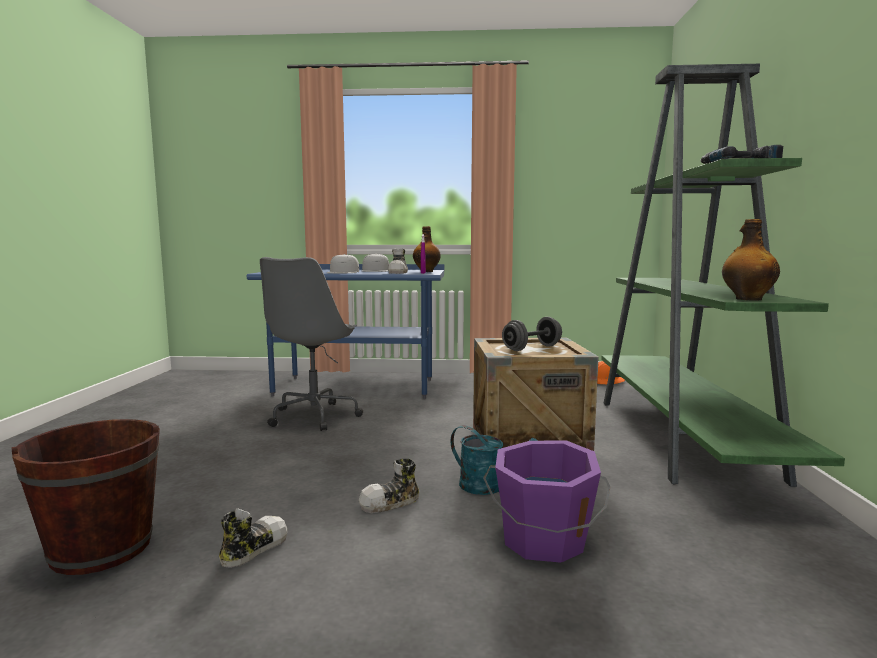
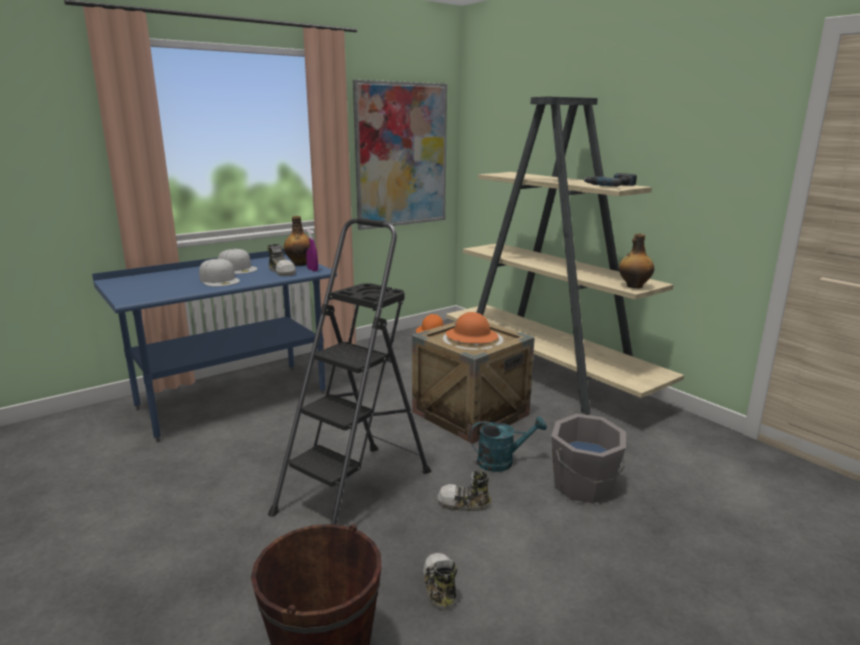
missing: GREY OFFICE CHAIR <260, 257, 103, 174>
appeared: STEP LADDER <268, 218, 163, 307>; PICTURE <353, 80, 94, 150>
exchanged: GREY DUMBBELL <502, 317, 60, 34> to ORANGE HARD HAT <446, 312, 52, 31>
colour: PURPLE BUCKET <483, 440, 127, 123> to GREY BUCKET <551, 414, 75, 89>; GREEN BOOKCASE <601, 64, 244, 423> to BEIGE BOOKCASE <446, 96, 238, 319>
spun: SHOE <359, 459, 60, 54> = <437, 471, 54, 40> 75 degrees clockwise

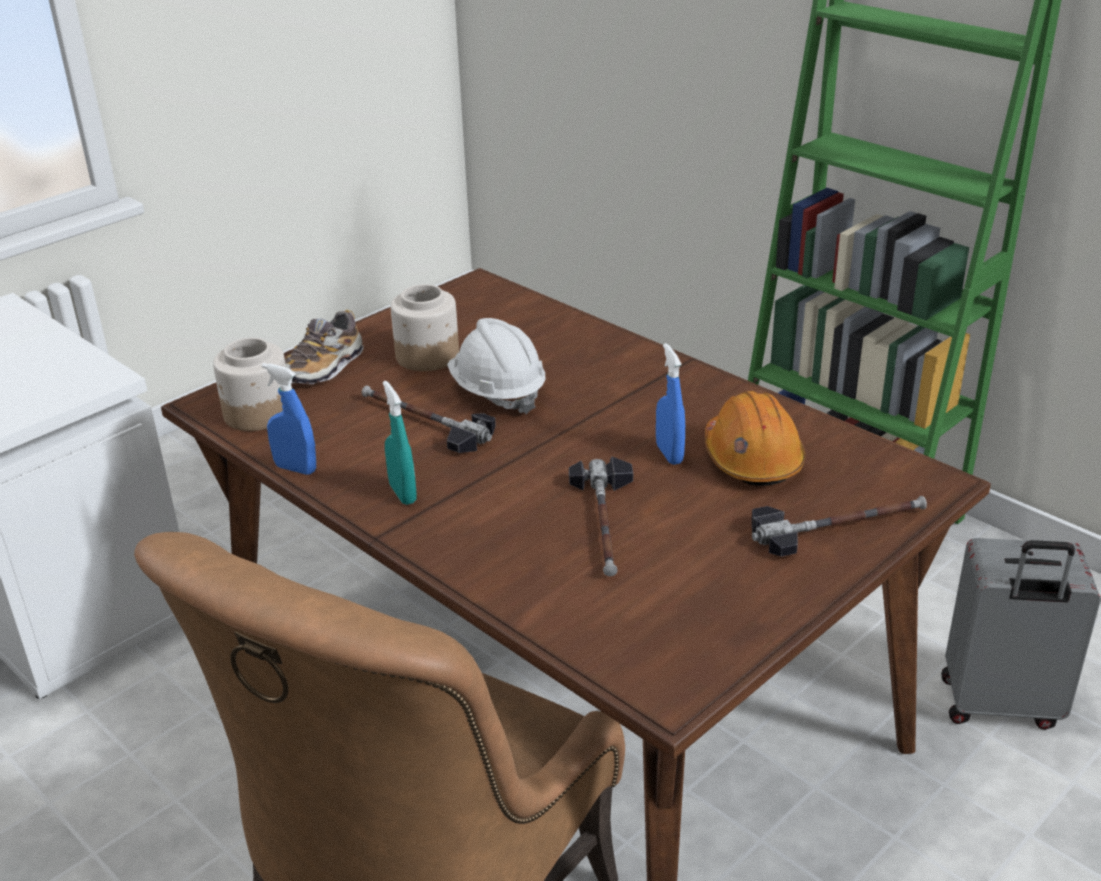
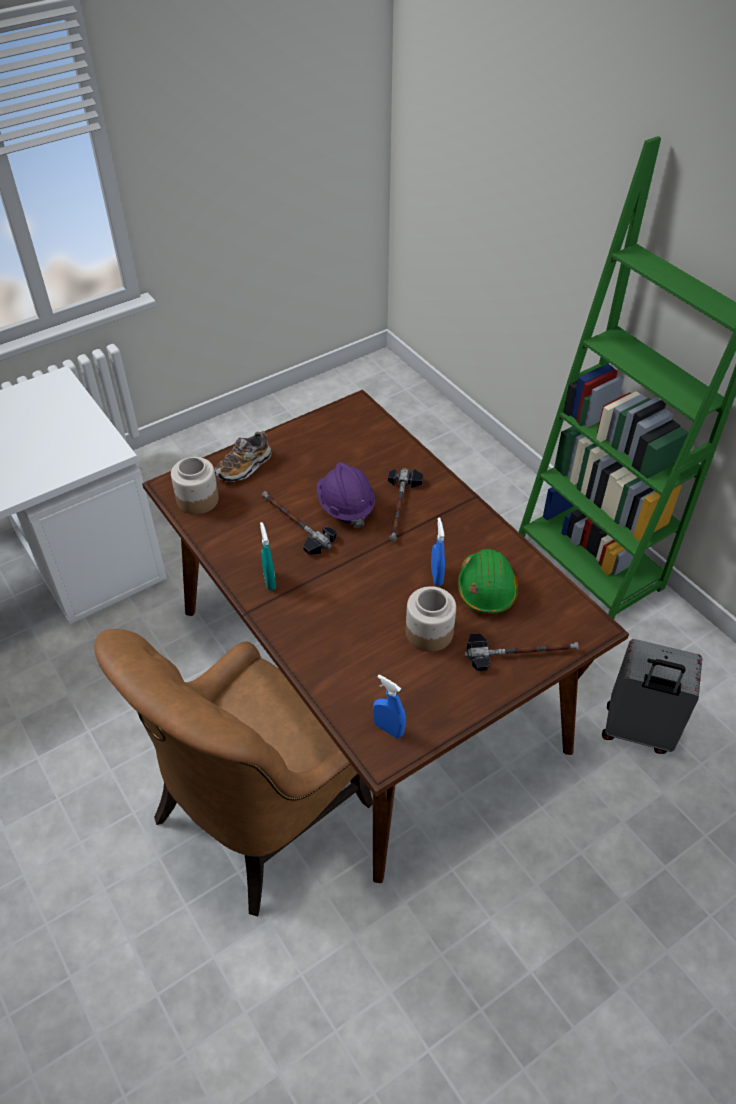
relocated: BLUE SPRAY BOTTLE <262, 363, 54, 112> to <373, 675, 33, 63>; JAR <391, 284, 68, 87> to <406, 586, 50, 66>; HAMMER <569, 456, 64, 120> to <388, 468, 36, 73>
colour: WHITE HARD HAT <447, 318, 98, 96> to PURPLE HARD HAT <317, 462, 58, 66>; ORANGE HARD HAT <705, 391, 101, 95> to GREEN HARD HAT <458, 549, 60, 65>

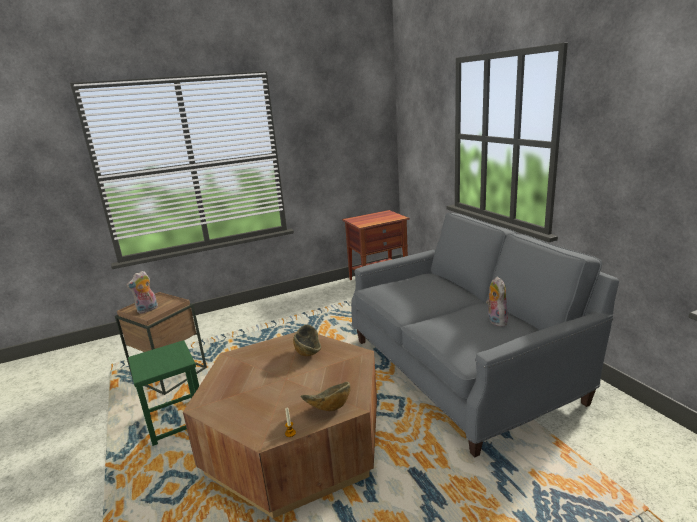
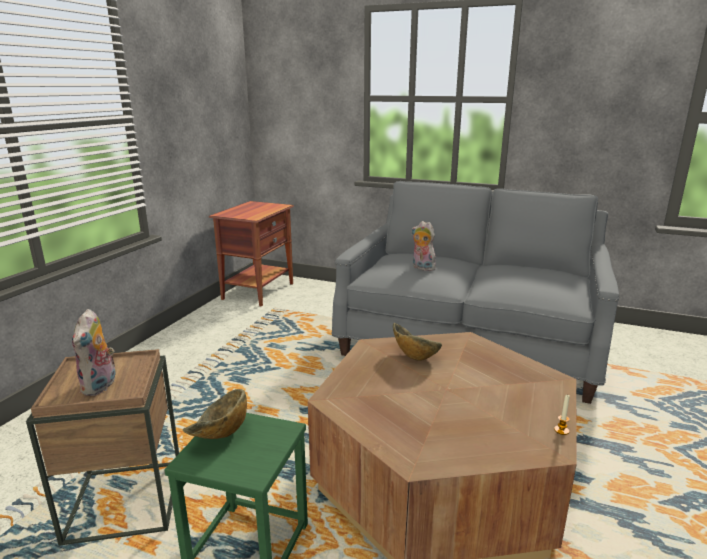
relocated: BOWL <301, 382, 50, 29> to <183, 389, 64, 50>; PLUSH TOY <486, 276, 22, 50> to <412, 221, 25, 50>

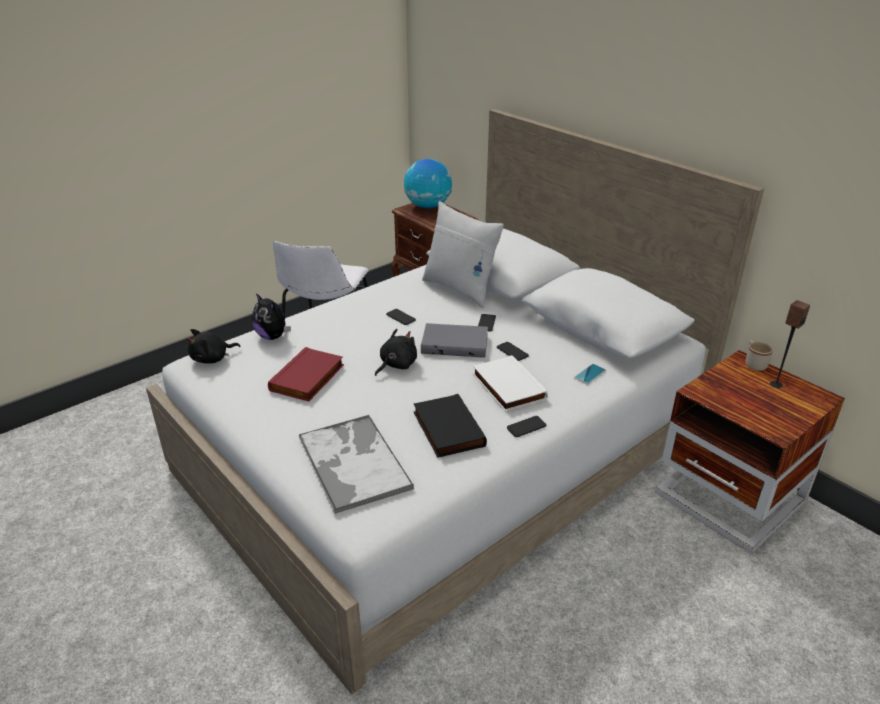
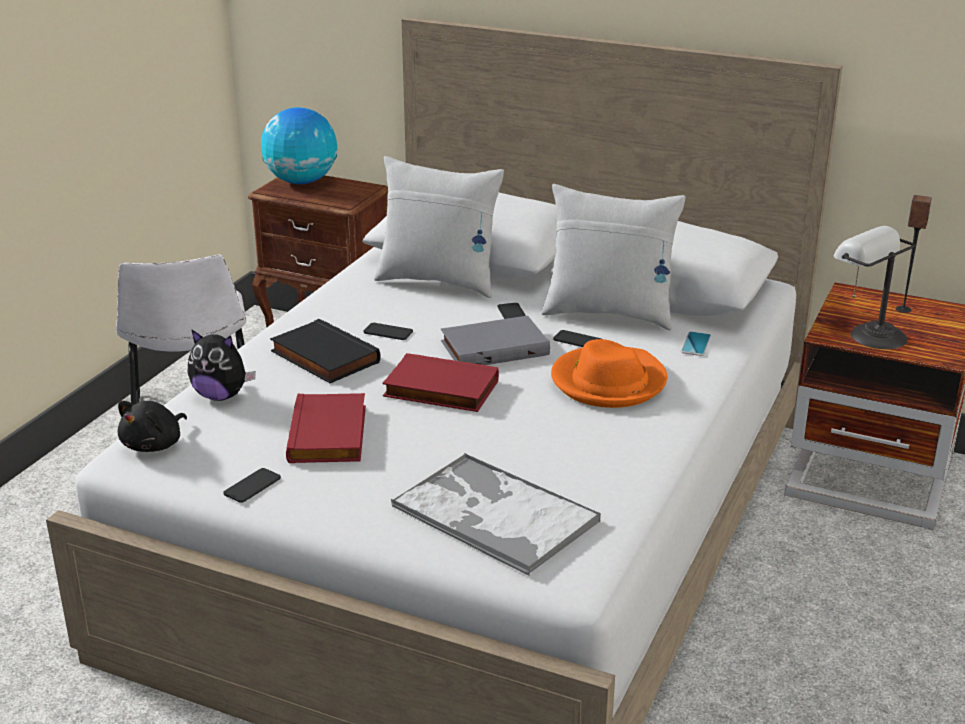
missing: BEIGE MUG <745, 341, 28, 30>
appeared: GREY PILLOW <541, 184, 144, 146>; TABLE LAMP <834, 226, 82, 123>
relocated: BLACK BOOK <413, 394, 74, 64> to <270, 319, 110, 64>; PHONE <507, 416, 39, 21> to <223, 468, 58, 35>
exchanged: BLACK PLUSH TOY <375, 329, 42, 47> to RED BOOK <382, 353, 117, 59>; WHITE BOOK <473, 355, 75, 57> to ORANGE HAT <551, 339, 116, 69>

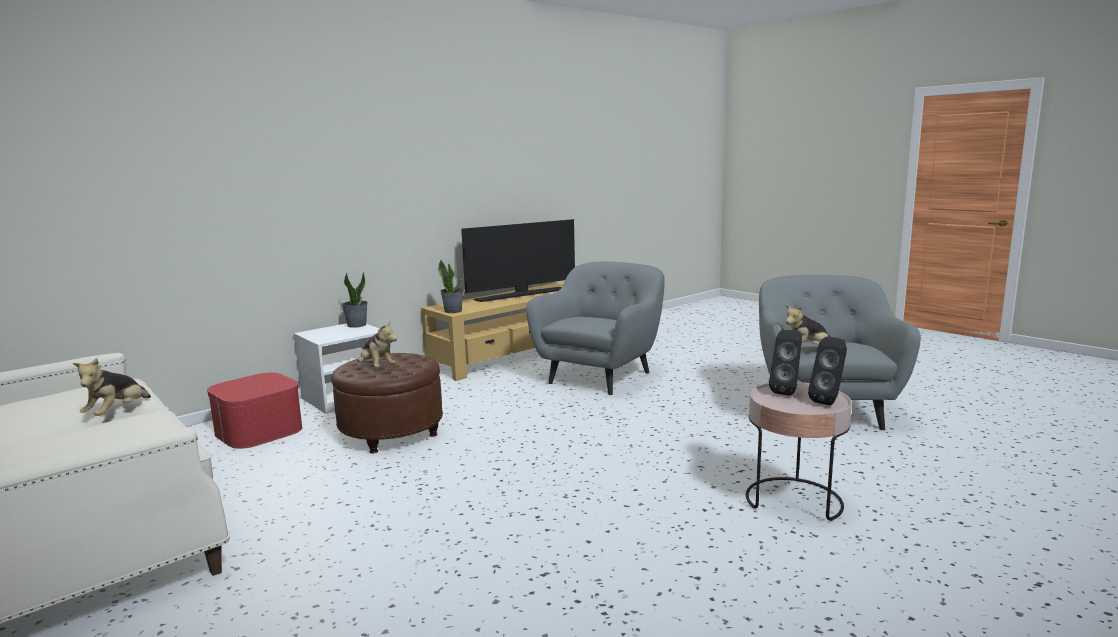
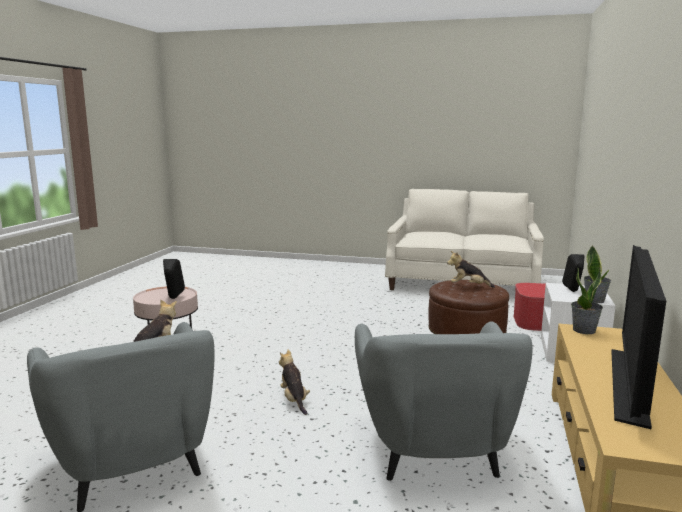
relocated: PLUSH TOY <73, 358, 78, 58> to <279, 349, 31, 66>; BLACK SPEAKER <808, 337, 39, 68> to <562, 254, 22, 38>

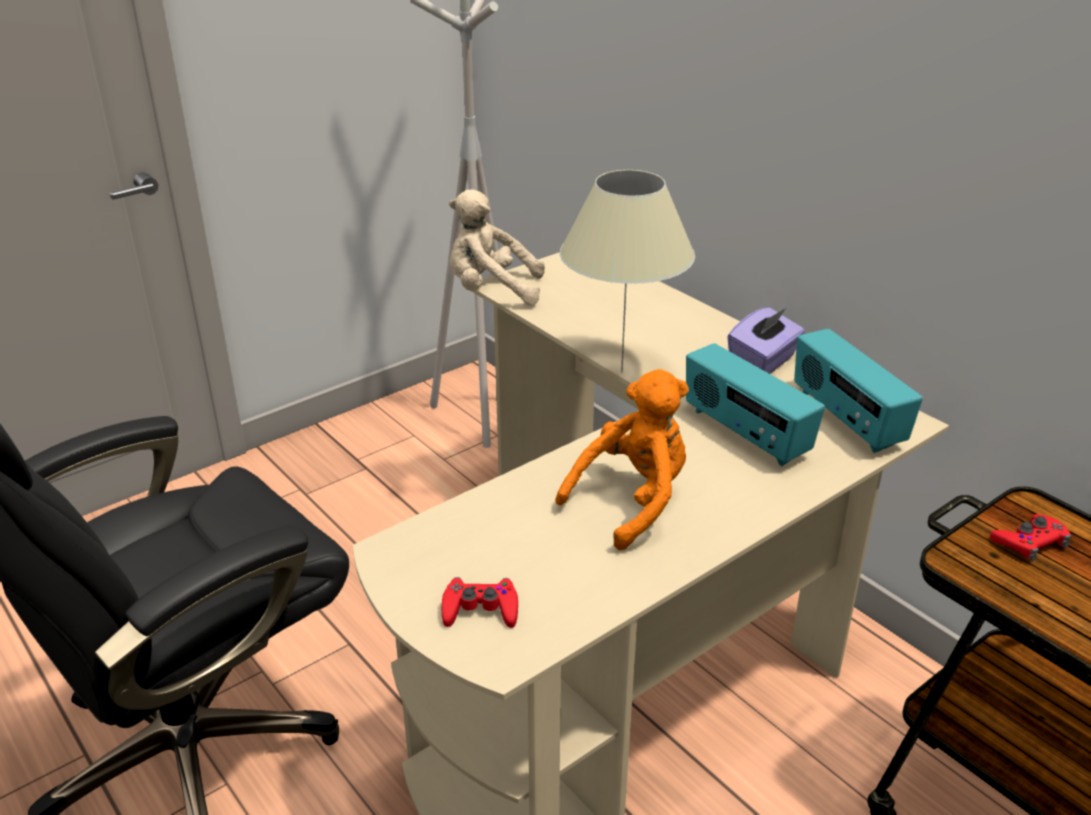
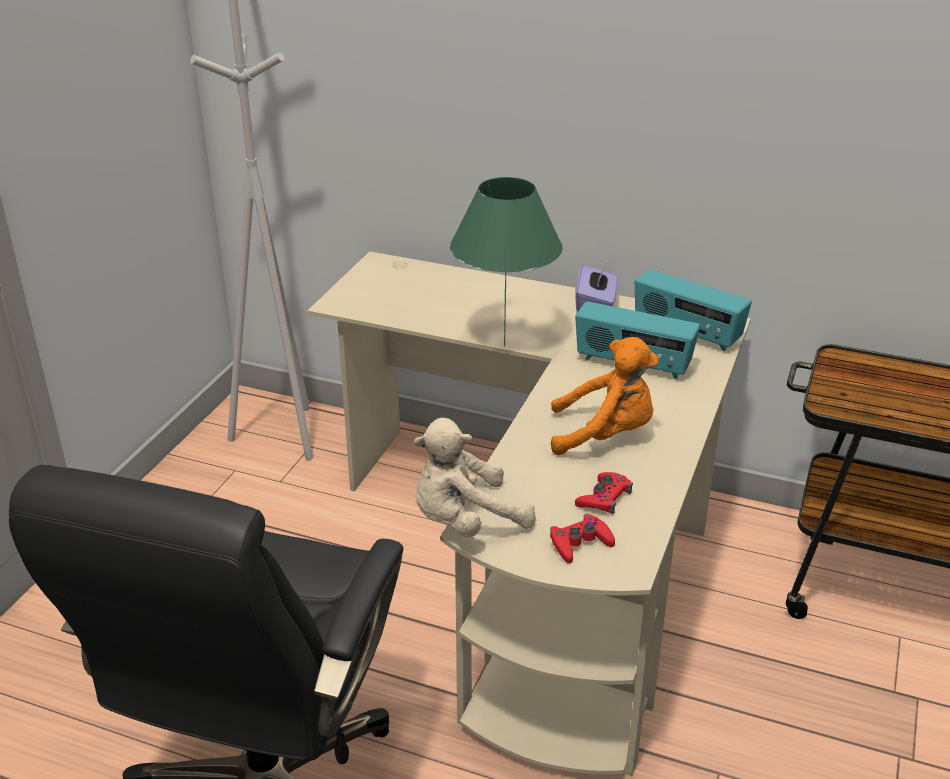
relocated: BEIGE PLUSH TOY <449, 189, 96, 116> to <413, 418, 123, 120>; RED GAME CONTROLLER <990, 514, 82, 48> to <575, 472, 58, 42>
colour: BEIGE TABLE LAMP <560, 170, 135, 203> to GREEN TABLE LAMP <450, 177, 113, 169>
spun: ORANGE PLUSH TOY <555, 369, 134, 181> = <551, 337, 108, 119> 75 degrees clockwise

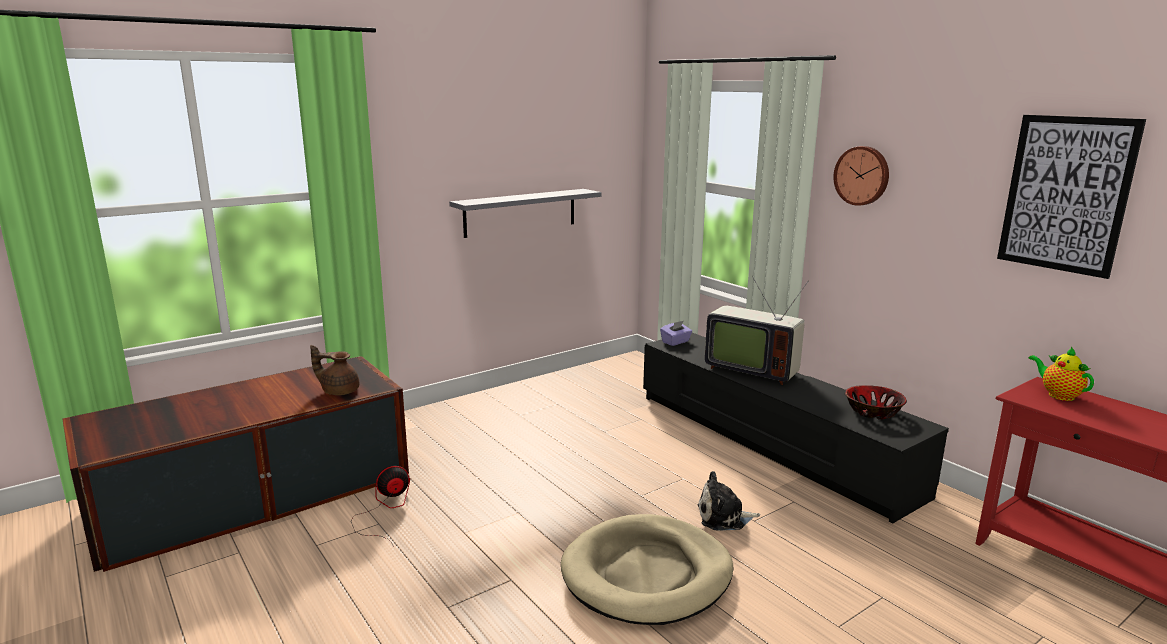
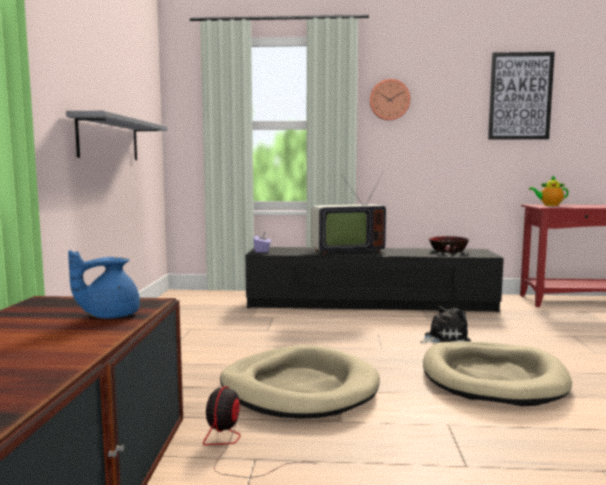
appeared: BEIGE DOG BED <220, 345, 160, 74>
colour: BROWN TEAPOT <310, 345, 49, 50> to BLUE TEAPOT <68, 250, 72, 69>
spun: PLUSH TOY <698, 471, 62, 60> = <420, 306, 51, 38> 150 degrees counterclockwise

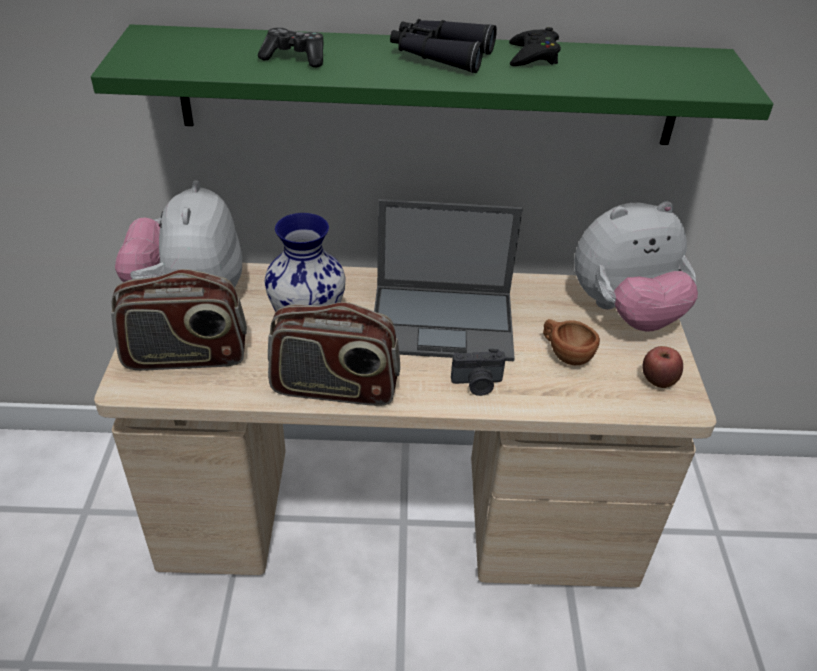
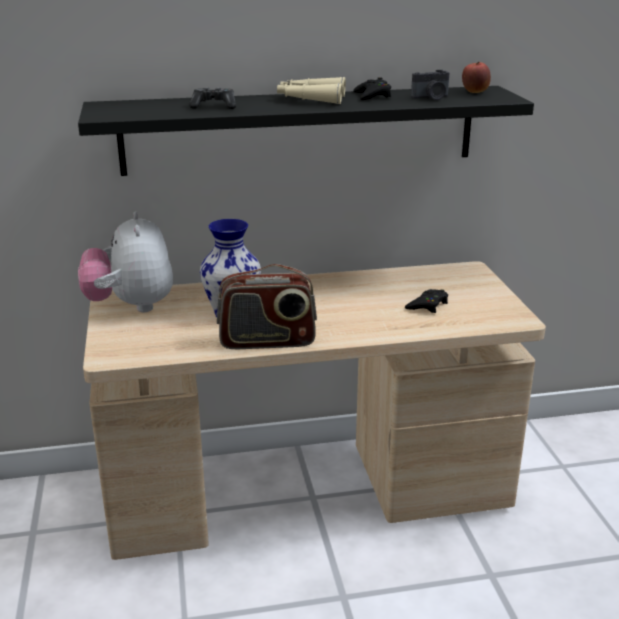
missing: RADIO <111, 269, 136, 101>; LAPTOP <374, 199, 149, 162>; PLUSH TOY <574, 201, 124, 131>
relocated: PHOTO CAMERA <451, 349, 55, 47> to <411, 70, 38, 30>; APPLE <642, 346, 41, 42> to <462, 62, 29, 31>
exchanged: BROWN CUP <543, 319, 57, 46> to BLACK GAME CONTROLLER <405, 289, 43, 24>
colour: GREEN SHELF <91, 24, 682, 121> to BLACK SHELF <78, 86, 456, 90>; BLACK BINOCULARS <390, 19, 107, 54> to BEIGE BINOCULARS <277, 77, 69, 27>

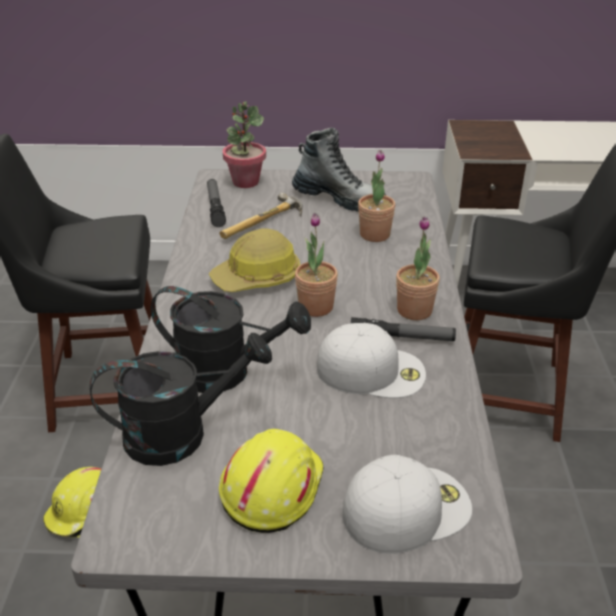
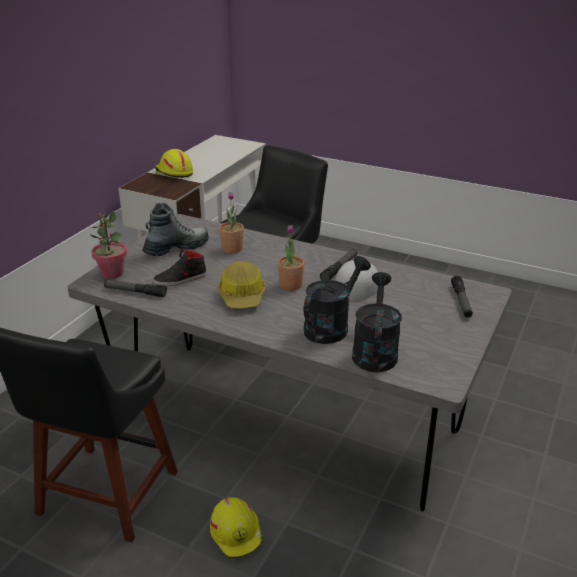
missing: POTTED PLANT <396, 217, 44, 103>
relocated: YELLOW HARD HAT <219, 429, 104, 104> to <155, 149, 38, 29>
exchanged: HAMMER <220, 192, 82, 47> to BLACK SHOE <153, 249, 54, 37>; WHITE CAP <342, 455, 130, 99> to FLASHLIGHT <451, 276, 22, 42>

